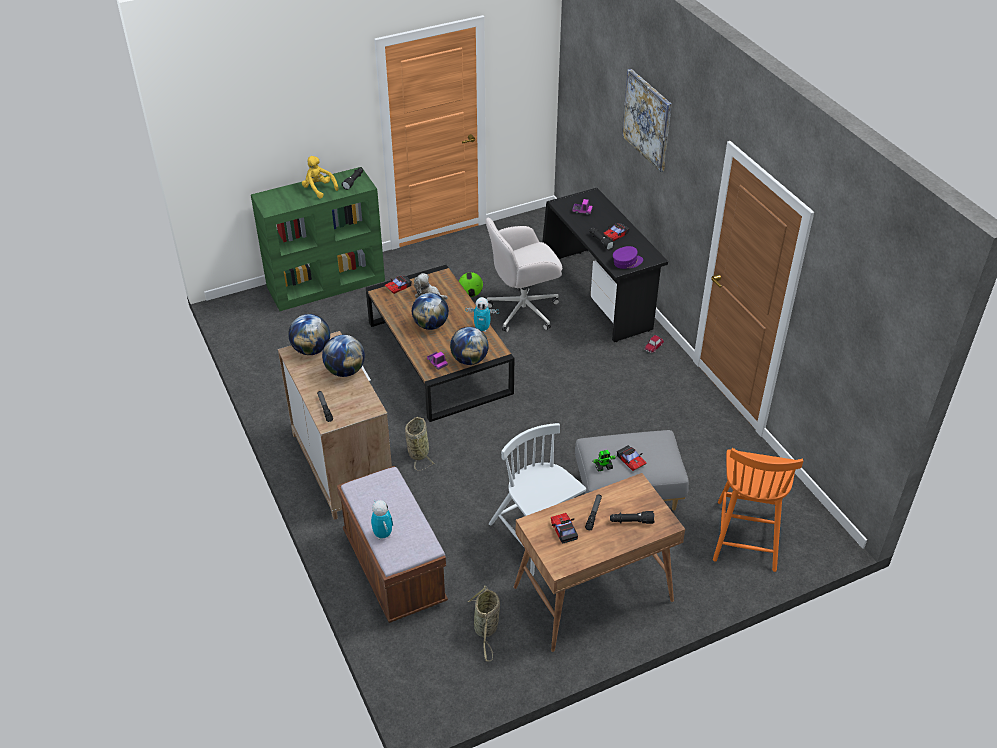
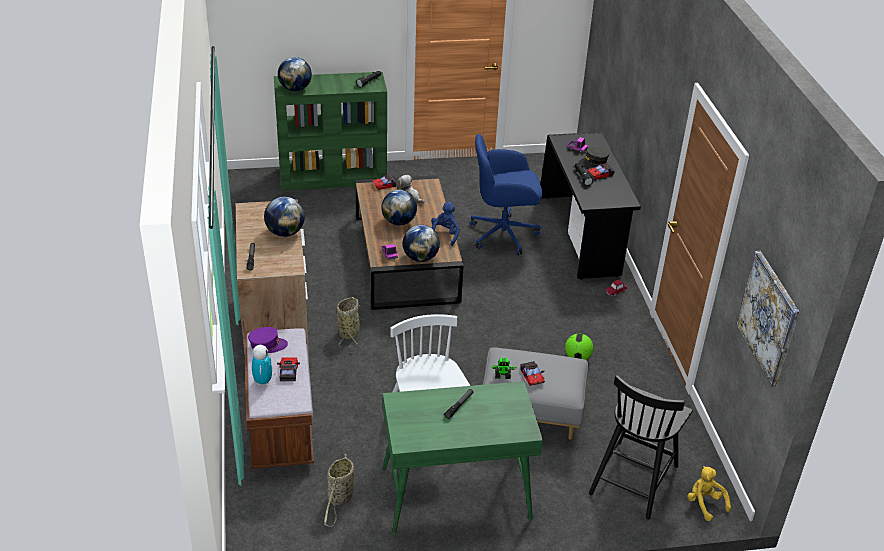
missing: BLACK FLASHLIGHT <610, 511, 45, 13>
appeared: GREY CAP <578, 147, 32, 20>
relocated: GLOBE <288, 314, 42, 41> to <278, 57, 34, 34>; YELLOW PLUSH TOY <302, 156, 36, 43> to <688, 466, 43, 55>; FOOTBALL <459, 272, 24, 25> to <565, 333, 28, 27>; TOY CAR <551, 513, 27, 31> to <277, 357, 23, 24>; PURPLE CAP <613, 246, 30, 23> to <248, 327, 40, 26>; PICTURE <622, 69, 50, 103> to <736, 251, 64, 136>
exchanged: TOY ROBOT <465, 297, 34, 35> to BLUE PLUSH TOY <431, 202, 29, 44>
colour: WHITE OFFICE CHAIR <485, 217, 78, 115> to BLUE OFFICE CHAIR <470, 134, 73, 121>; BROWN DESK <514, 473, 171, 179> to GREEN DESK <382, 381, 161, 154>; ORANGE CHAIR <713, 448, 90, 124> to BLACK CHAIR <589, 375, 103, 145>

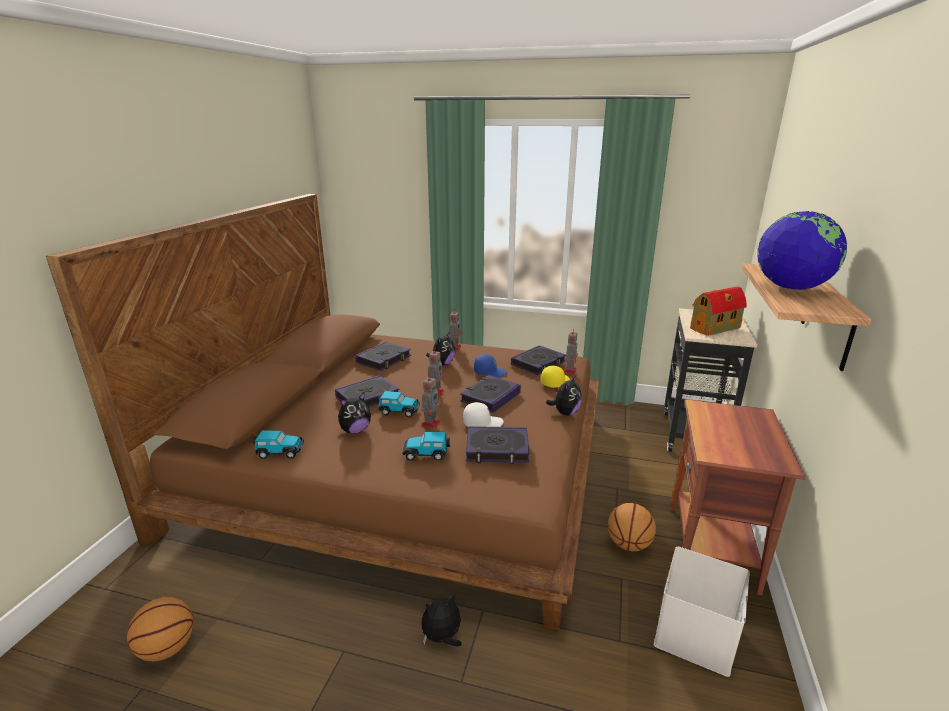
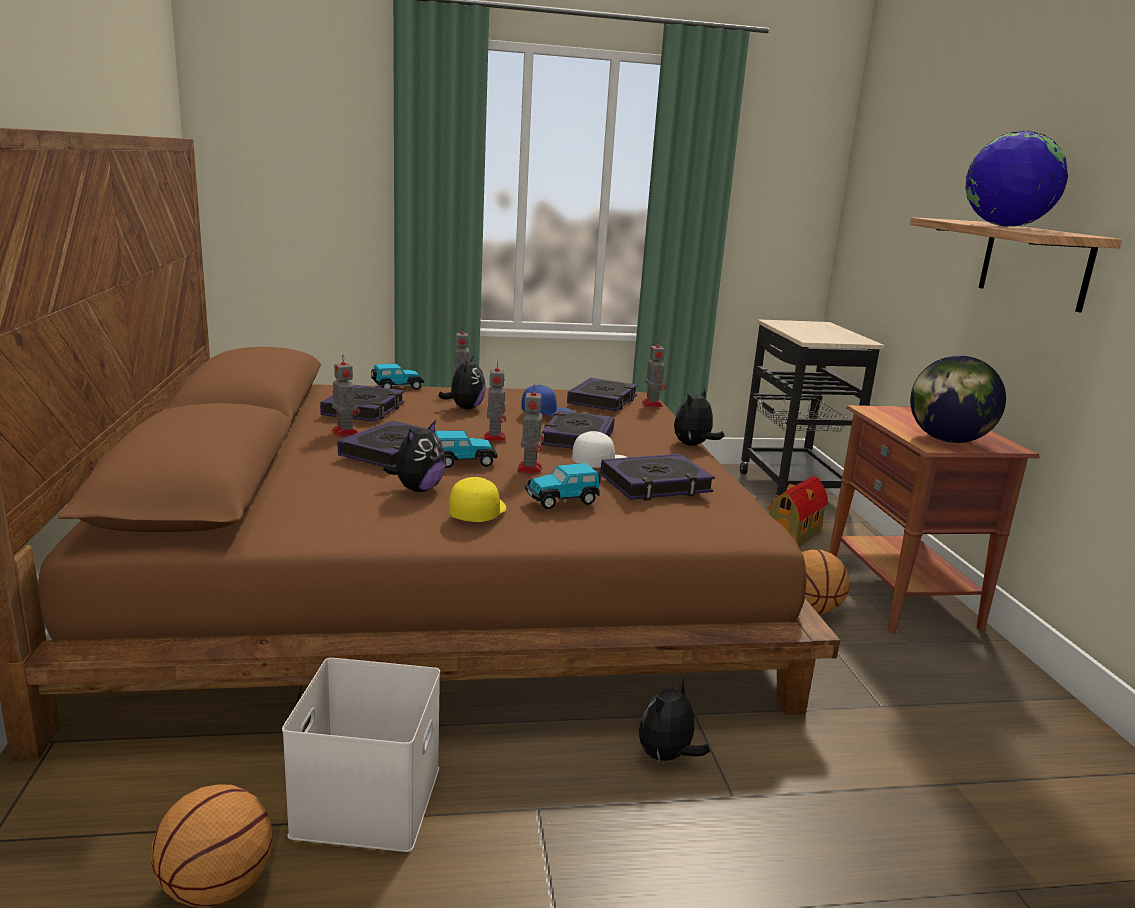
appeared: TOY ROBOT <331, 355, 29, 82>; GLOBE <910, 356, 96, 87>
relocated: TOY CAR <253, 430, 51, 29> to <371, 364, 53, 26>; YELLOW CAP <541, 366, 29, 22> to <449, 477, 57, 45>; WHITE STORAGE BOX <654, 547, 96, 130> to <282, 658, 158, 194>; TOY HOUSE <690, 286, 57, 50> to <768, 476, 60, 71>
spun: PLUSH TOY <546, 375, 36, 41> = <674, 388, 51, 58> 150 degrees counterclockwise

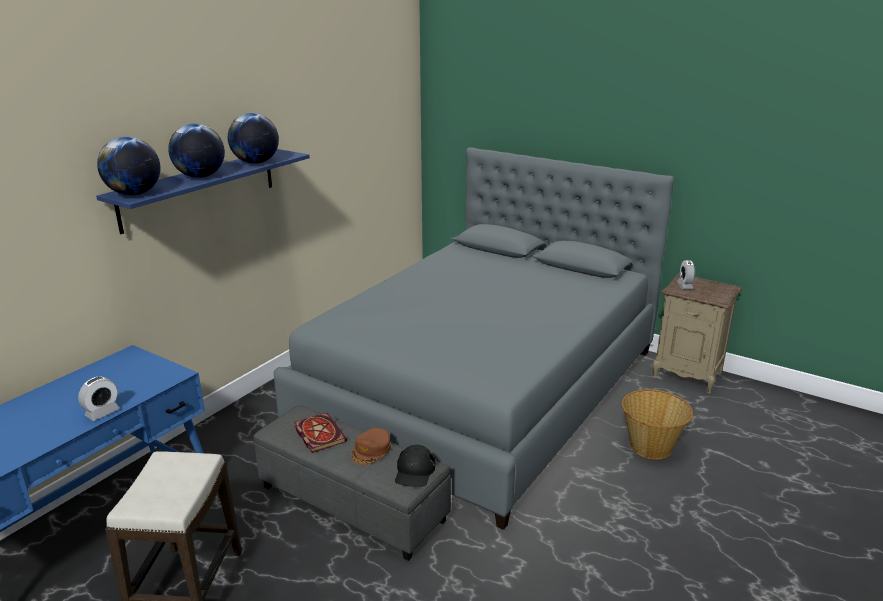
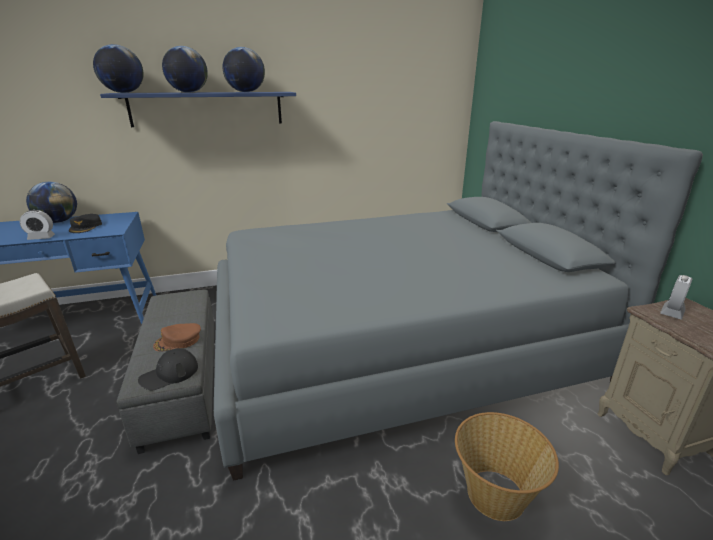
missing: BOOK <294, 413, 53, 40>
appeared: GLOBE <26, 182, 51, 41>; BLACK CAP <69, 214, 33, 19>

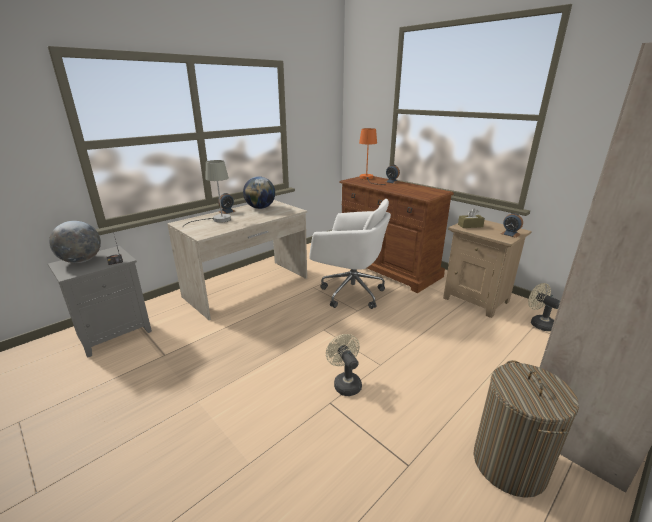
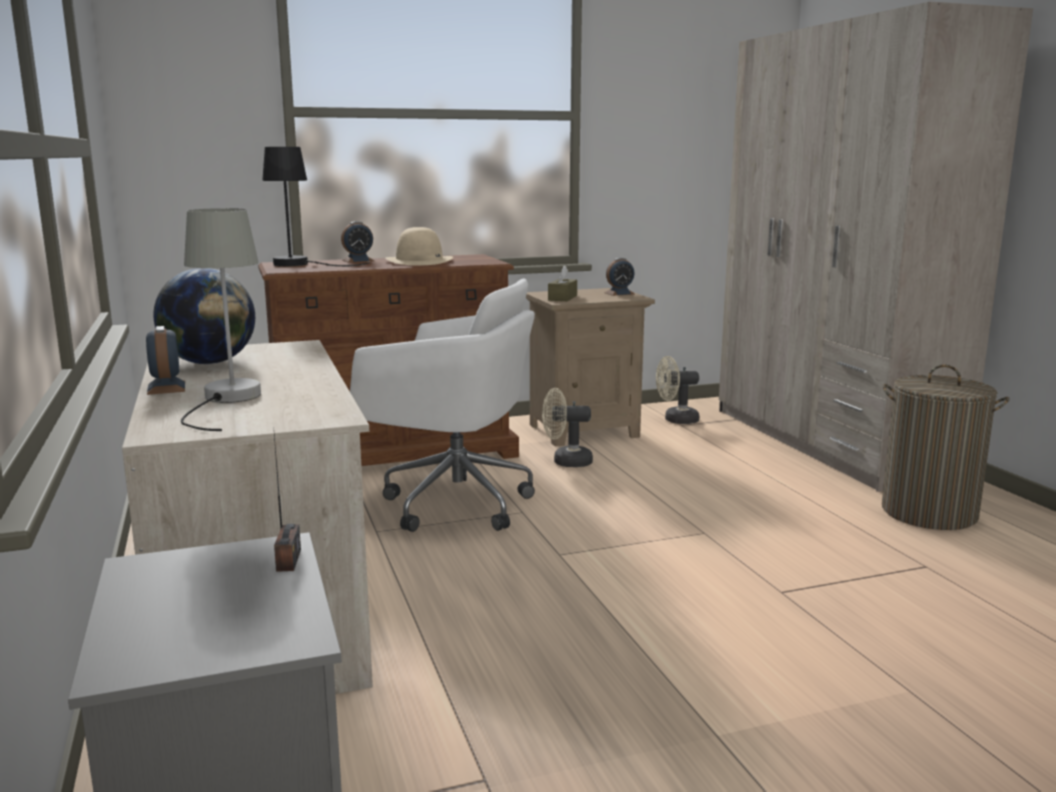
missing: GLOBE <49, 221, 52, 42>
appeared: BEIGE HAT <385, 227, 68, 38>
relocated: BEIGE FAN <326, 334, 36, 62> to <542, 388, 51, 79>
colour: ORANGE TABLE LAMP <359, 128, 27, 57> to BLACK TABLE LAMP <262, 147, 108, 120>
spun: WHITE OFFICE CHAIR <309, 199, 82, 110> = <350, 279, 185, 253> 60 degrees clockwise

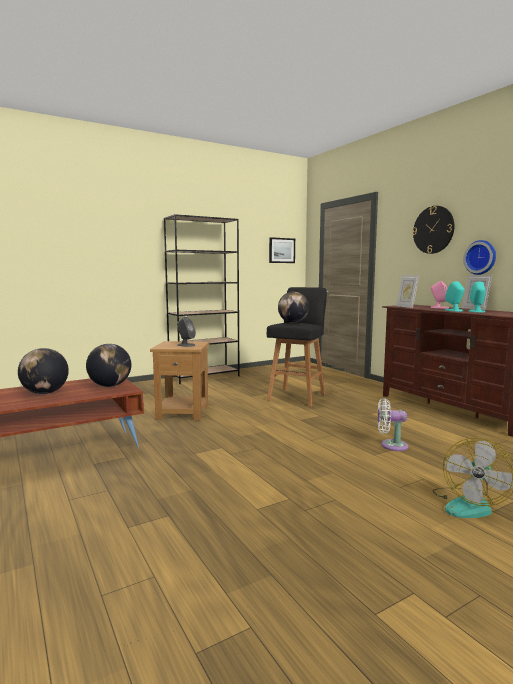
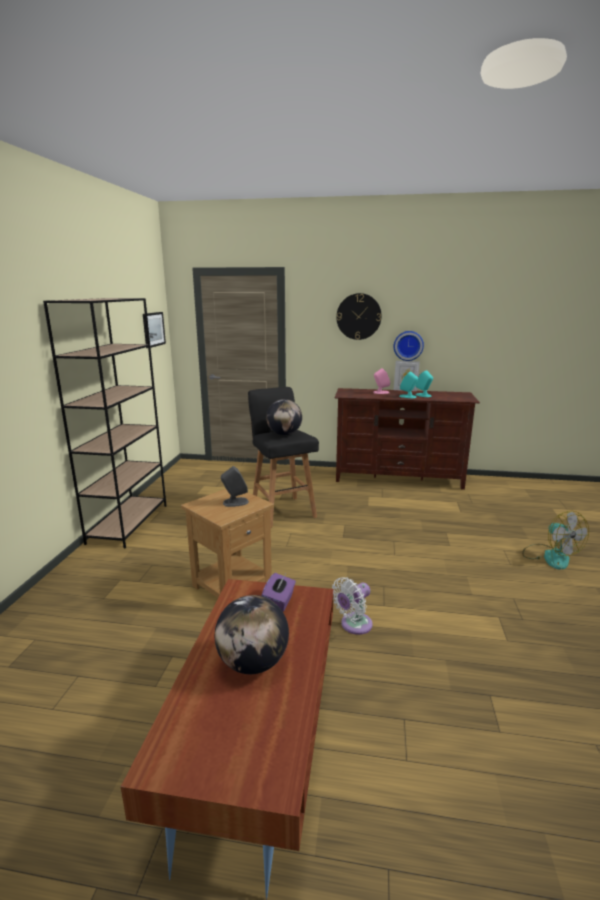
missing: PICTURE FRAME <396, 275, 23, 33>
relocated: WHITE FAN <377, 398, 31, 53> to <332, 577, 41, 58>
exchanged: GLOBE <86, 344, 45, 43> to PURPLE TISSUE BOX <261, 573, 35, 39>

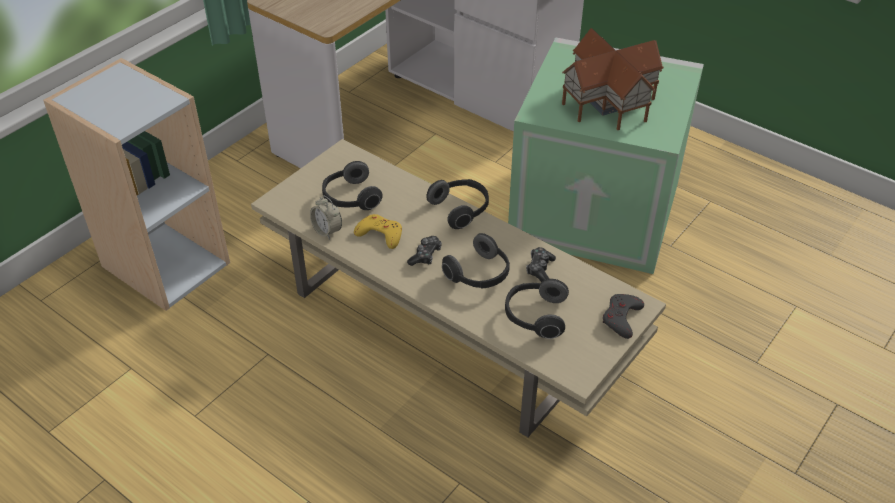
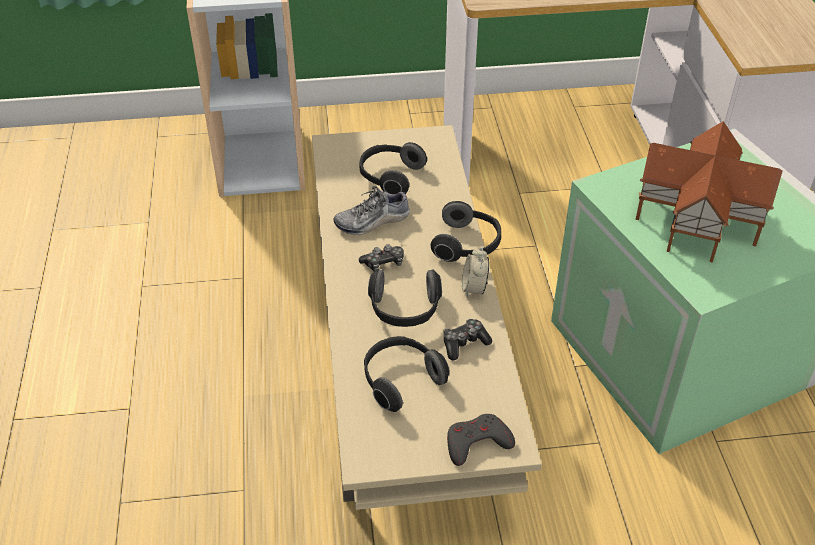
relocated: ALARM CLOCK <310, 196, 32, 44> to <462, 247, 27, 51>
exchanged: YELLOW GAME CONTROLLER <354, 214, 48, 35> to SHOE <333, 186, 77, 50>

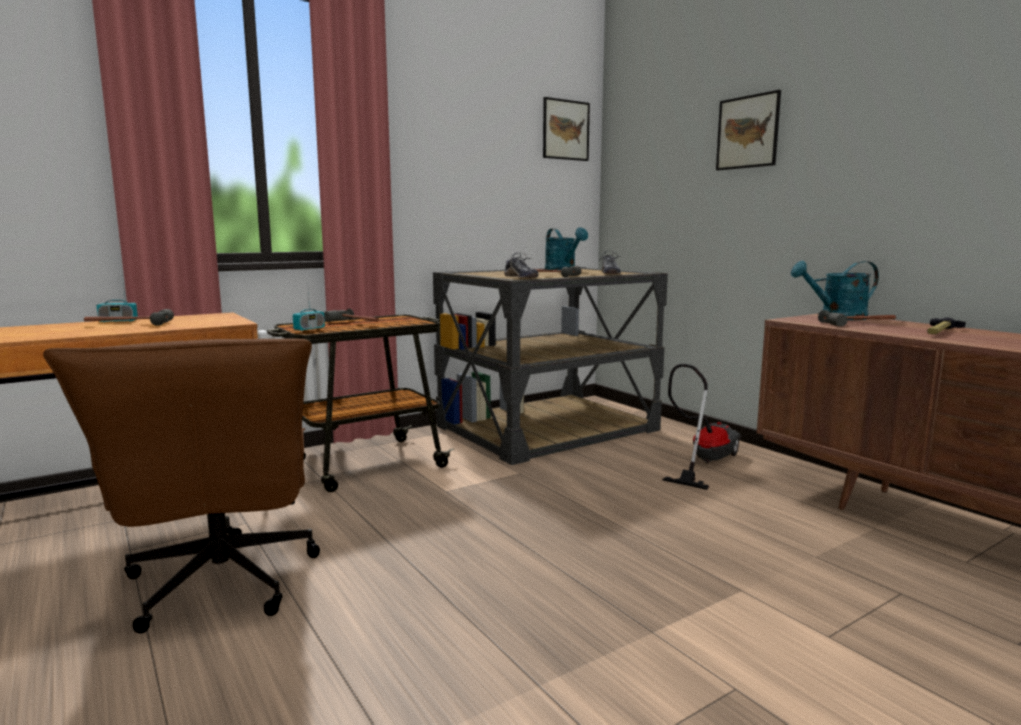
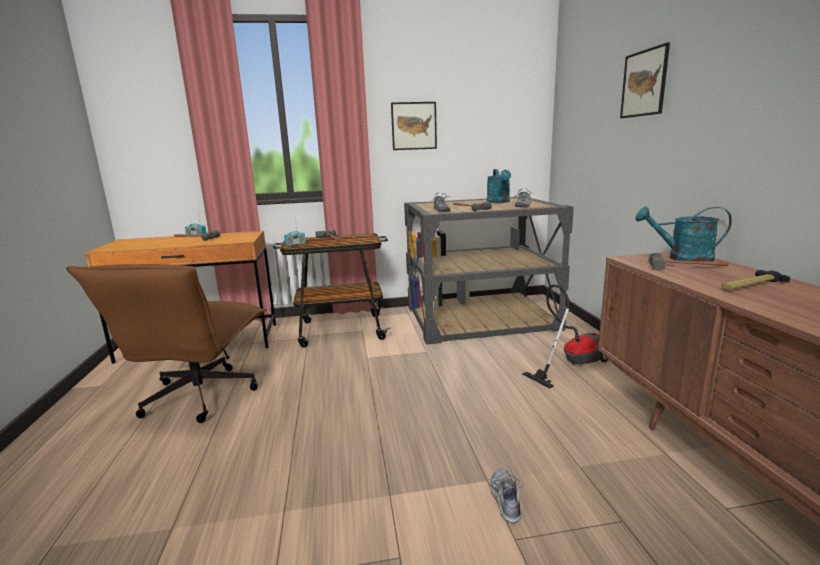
appeared: SHOE <489, 469, 34, 54>
relocated: PICTURE <543, 97, 47, 64> to <391, 102, 46, 48>

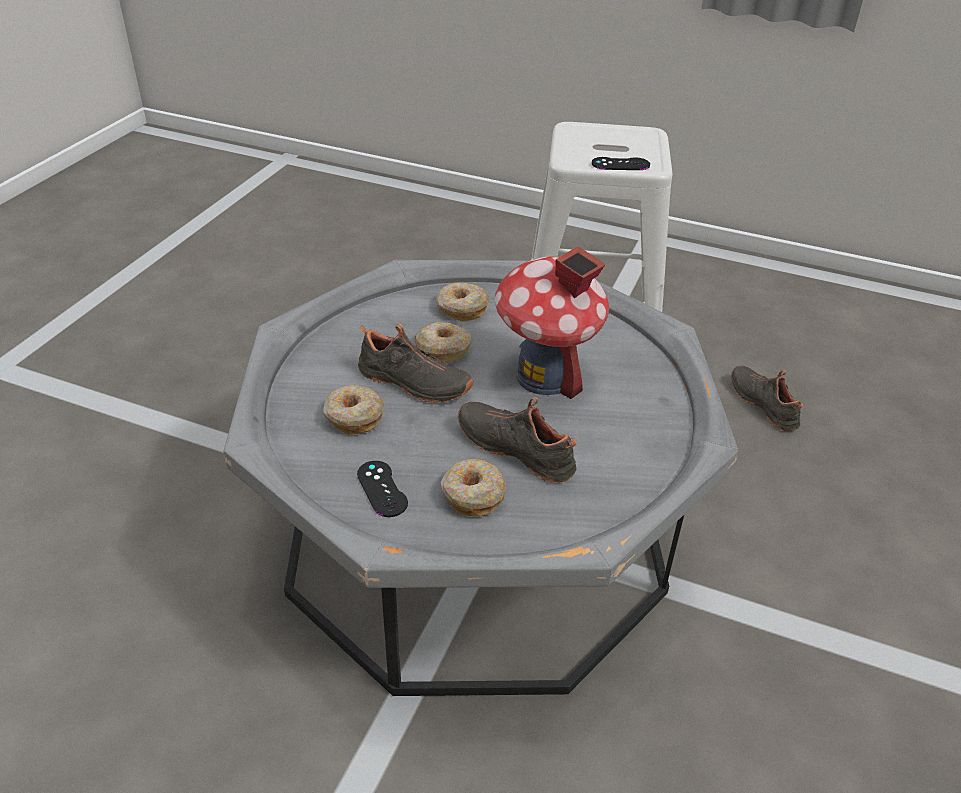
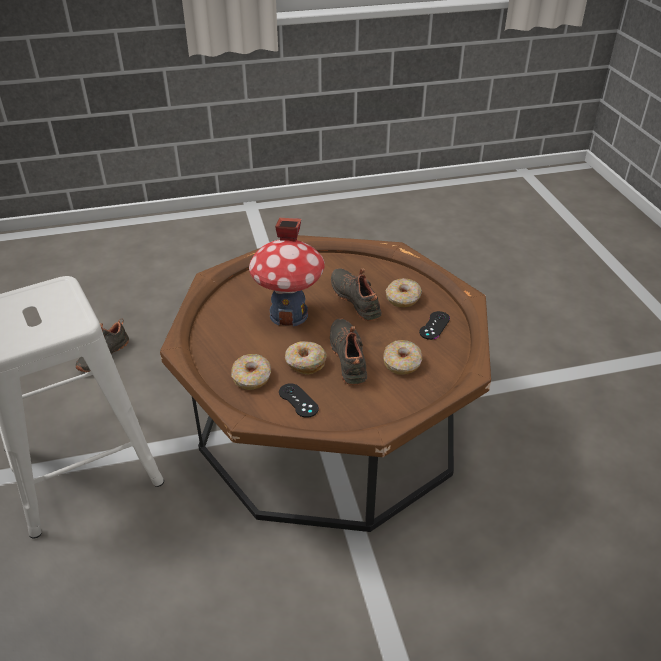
relocated: BLACK GAME CONTROLLER <592, 157, 58, 13> to <279, 383, 40, 35>
colour: GREY COFFEE TABLE <223, 260, 516, 436> to BROWN COFFEE TABLE <160, 235, 331, 297>
spun: BLACK SHOE <458, 397, 119, 86> = <331, 268, 51, 53> 150 degrees clockwise

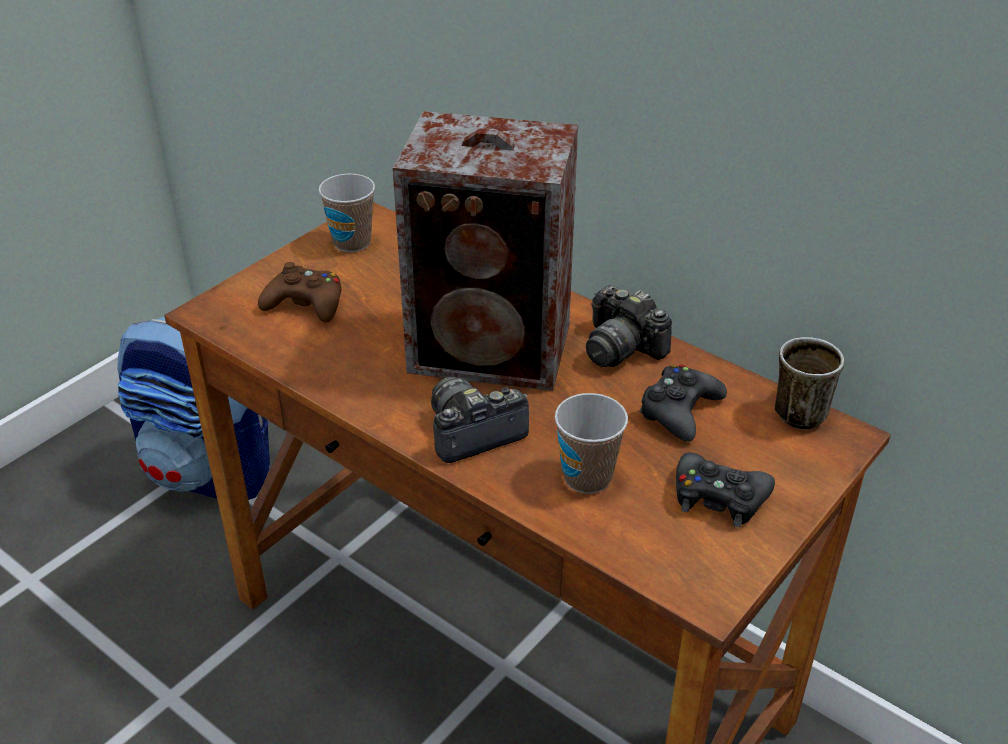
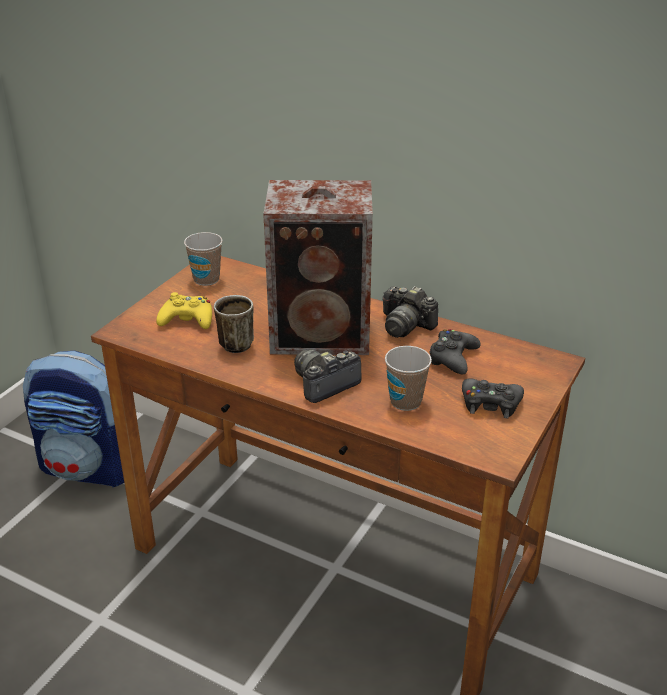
relocated: MUG <775, 337, 69, 92> to <214, 295, 40, 58>
colour: BROWN GAME CONTROLLER <258, 262, 83, 60> to YELLOW GAME CONTROLLER <156, 292, 56, 37>

